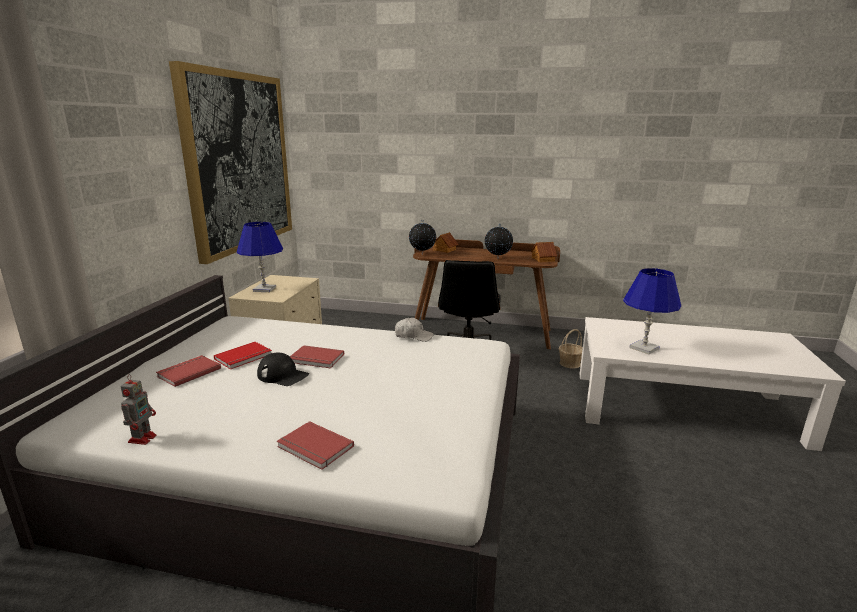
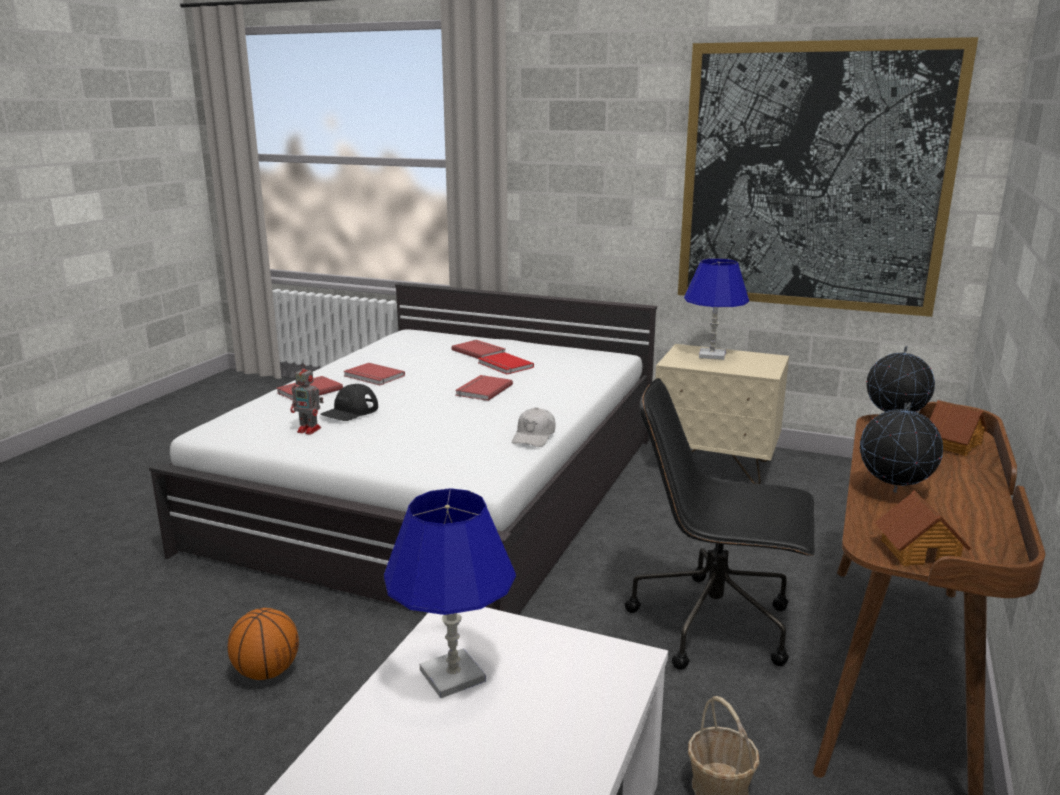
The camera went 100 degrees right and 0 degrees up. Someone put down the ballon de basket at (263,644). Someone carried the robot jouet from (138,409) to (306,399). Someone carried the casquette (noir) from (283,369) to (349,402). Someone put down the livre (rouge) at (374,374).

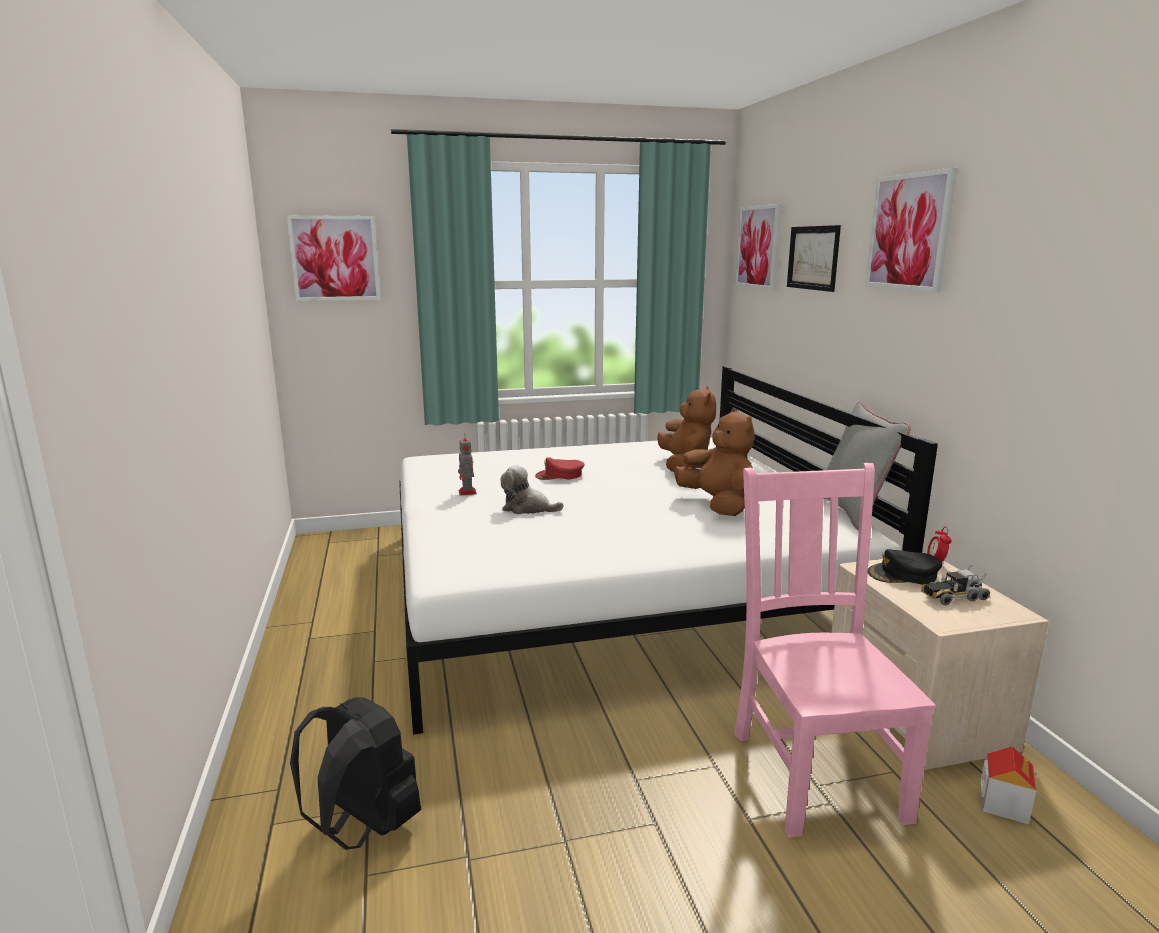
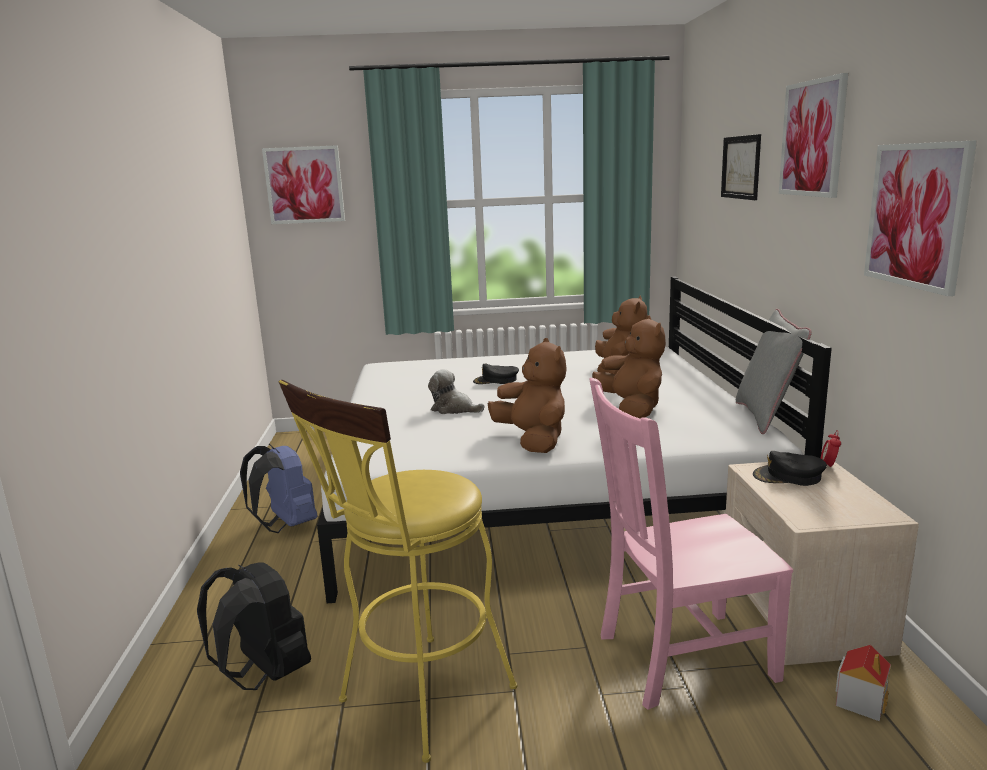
The camera went 10 degrees right and 0 degrees up. Someone put down the sac à dos (bleu) at (279,488). Someone put down the tabouret (jaune) at (398,571). Someone repainted the casquette (rouge) at (559,468), which became the casquette (noir) at (496,374). Someone put down the peluche (marron) at (527,395). Someone rotated the chaise (rose) at (834,650) by 105 degrees counterclockwise. Someone carried the tableau from (758,247) to (920,218). Someone took away the robot jouet at (467,467). Someone took away the camion jouet at (955,585).

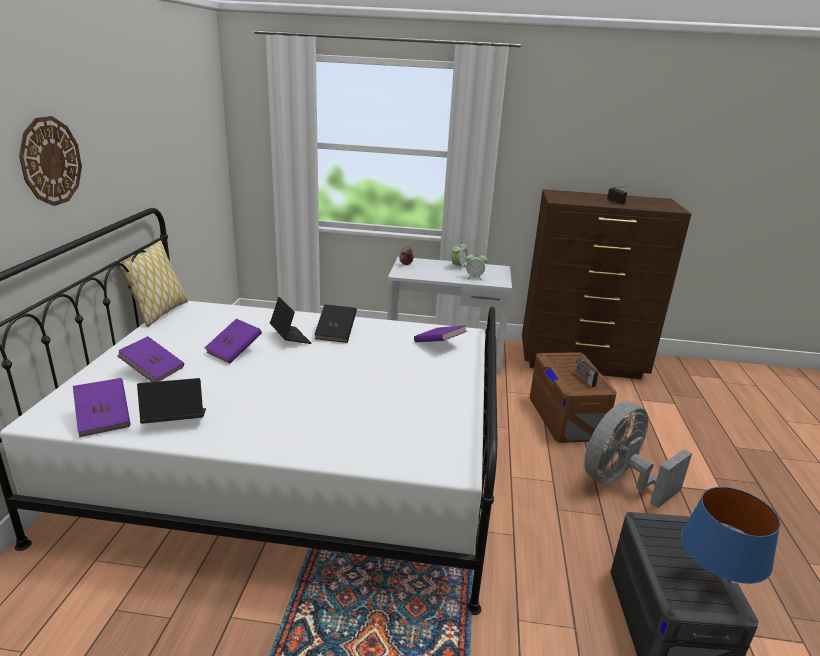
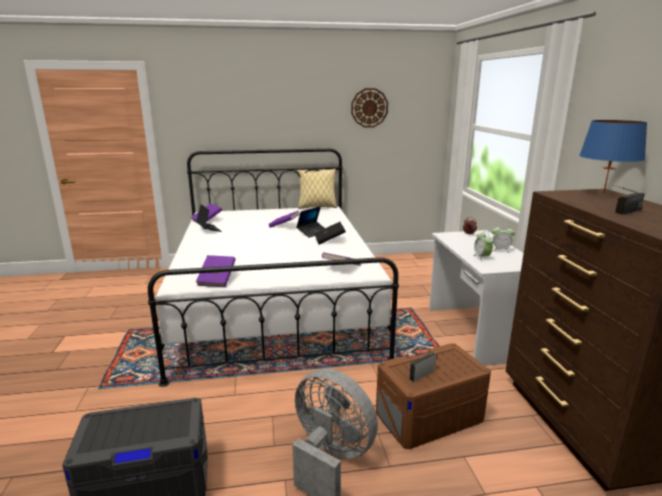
The camera went 75 degrees right and 5 degrees down. Someone carried the livre (violet) from (150,359) to (216,271). Someone carried the horloge murale from (50,161) to (369,108). Someone carried the lampe de table (bleu) from (730,538) to (613,157).

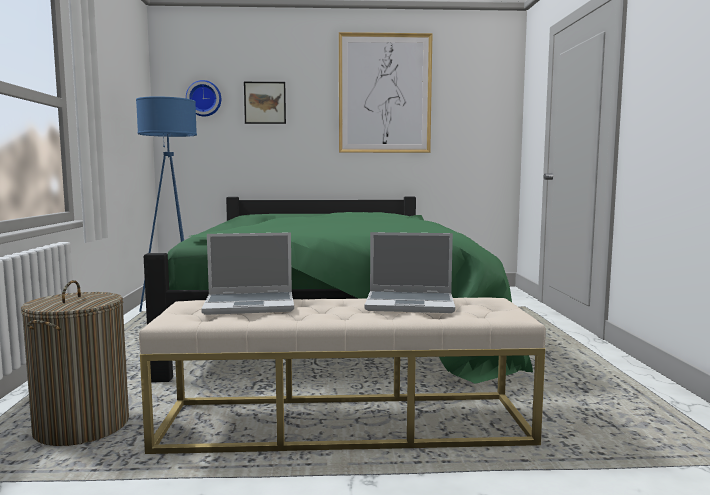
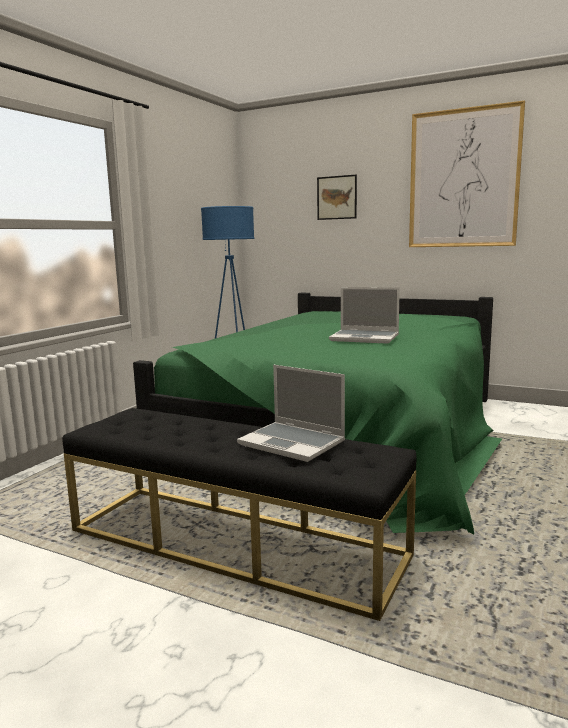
The camera went 30 degrees right and 5 degrees up. Someone repainted the banc (beige) at (342,375), which became the banc (noir) at (239,514). Someone carried the ordinateur portable from (247,273) to (364,315). Someone took away the panier à linge at (75,363). Someone took away the horloge murale at (203,98).

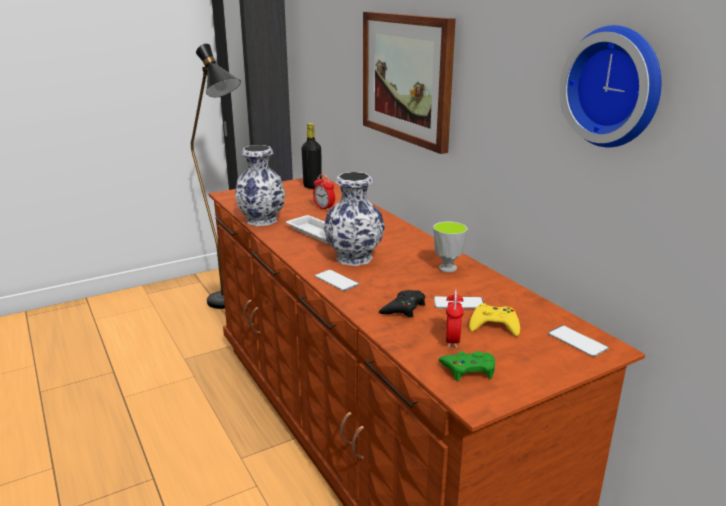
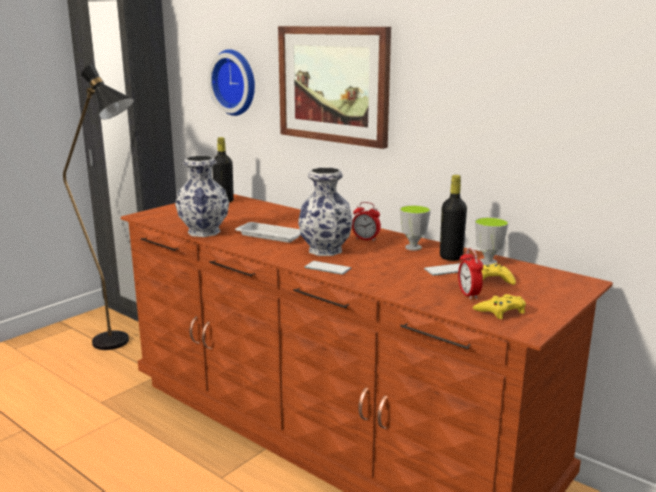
The camera went 20 degrees left and 5 degrees down. Someone carried the horloge murale from (610,86) to (231,82). Someone carried the réveil from (324,192) to (366,222). Someone put down the bouteille (noir) at (453,218). Someone repainted the manette (vert) at (467,366), which became the manette (jaune) at (499,306). Someone put down the tasse at (492,241). Someone took away the manette (noir) at (402,303). Someone took away the téléphone at (578,341).

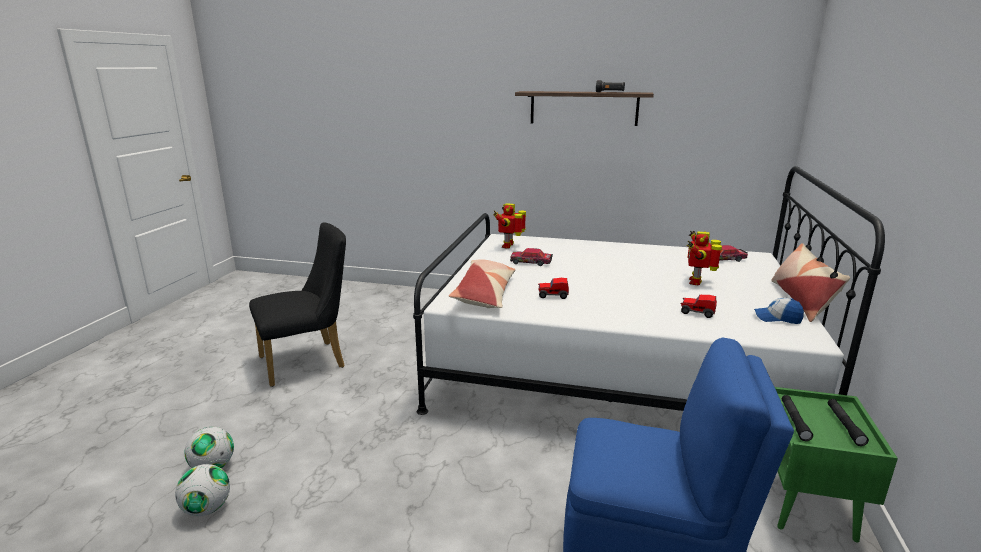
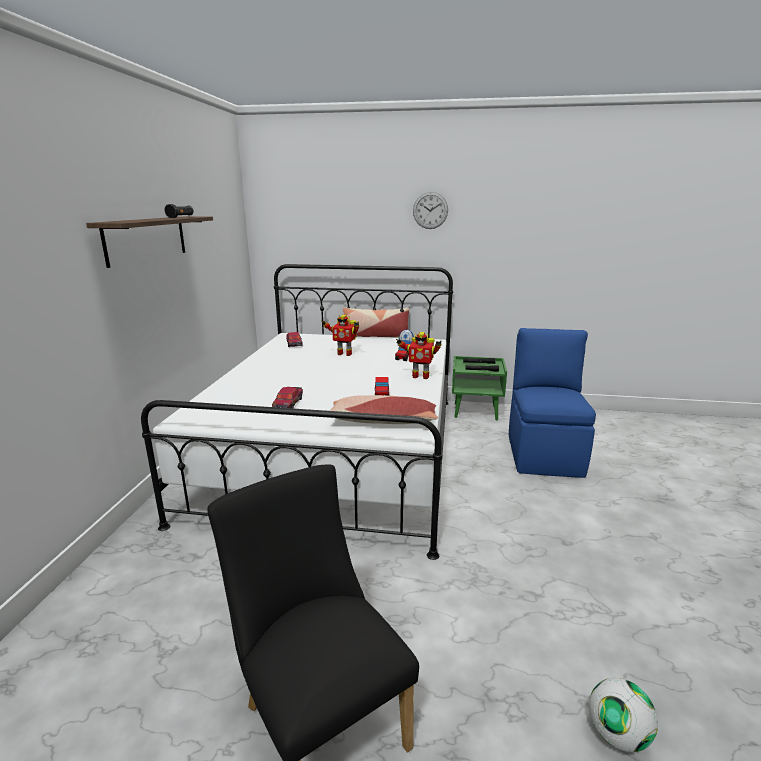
The camera went 95 degrees left and 0 degrees up. Someone carried the robot jouet from (509,226) to (419,355). Someone put up the horloge murale at (430,210). Someone took away the ballon de foot at (202,490).

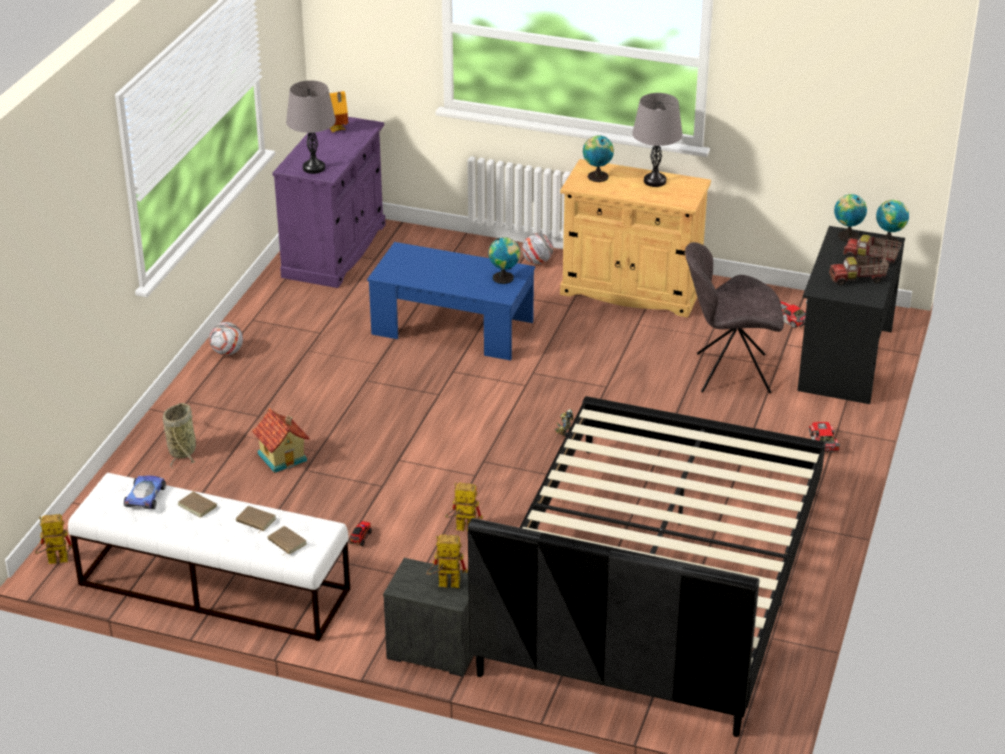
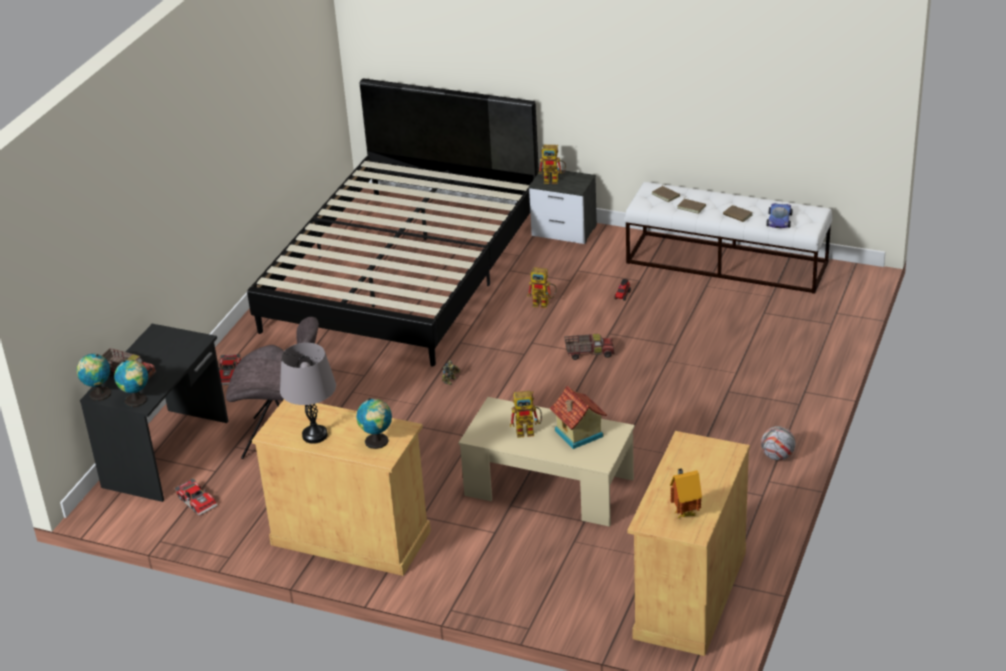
The camera went 175 degrees left and 0 degrees up. Someone repainted the table basse (bleu) at (451,301), which became the table basse (beige) at (547,462). Someone carried the robot jouet from (53,539) to (526,414). Someone carried the maison miniature from (281,440) to (578,417). Someone carried the camion jouet from (859,271) to (589,347). Someone repainted the meuble de rangement (violet) at (329,202), which became the meuble de rangement (beige) at (688,543). Someone took away the panier at (179,436). Someone took away the lampe de table (gris) at (311,127). Someone took away the globe at (504,260). Someone took away the ballon de foot at (537,248).

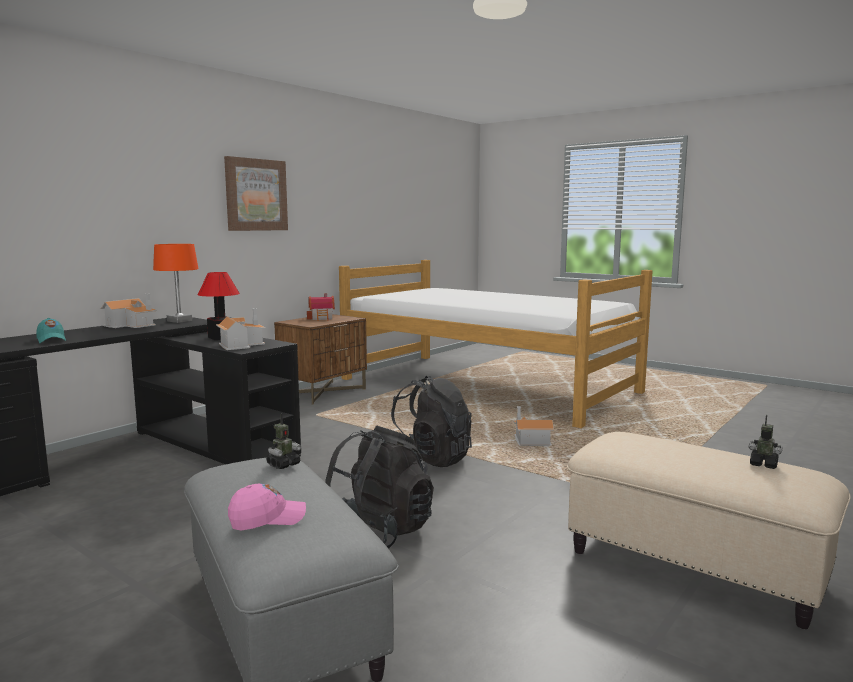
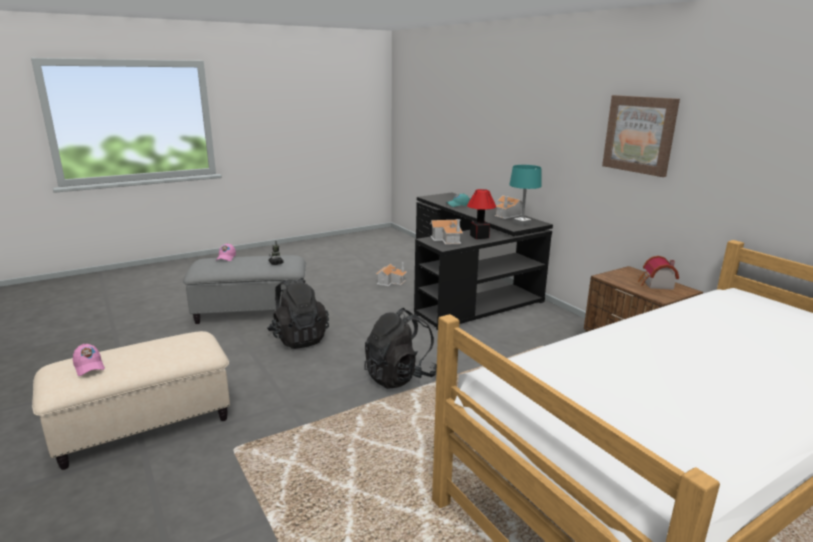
The camera went 110 degrees right and 10 degrees up. Someone swapped the robot jouet at (766,442) for the casquette (rose) at (89,360). Someone carried the maison miniature from (533,426) to (391,274). Someone repainted the lampe de table (orange) at (175,283), which became the lampe de table (turquoise) at (525,195).

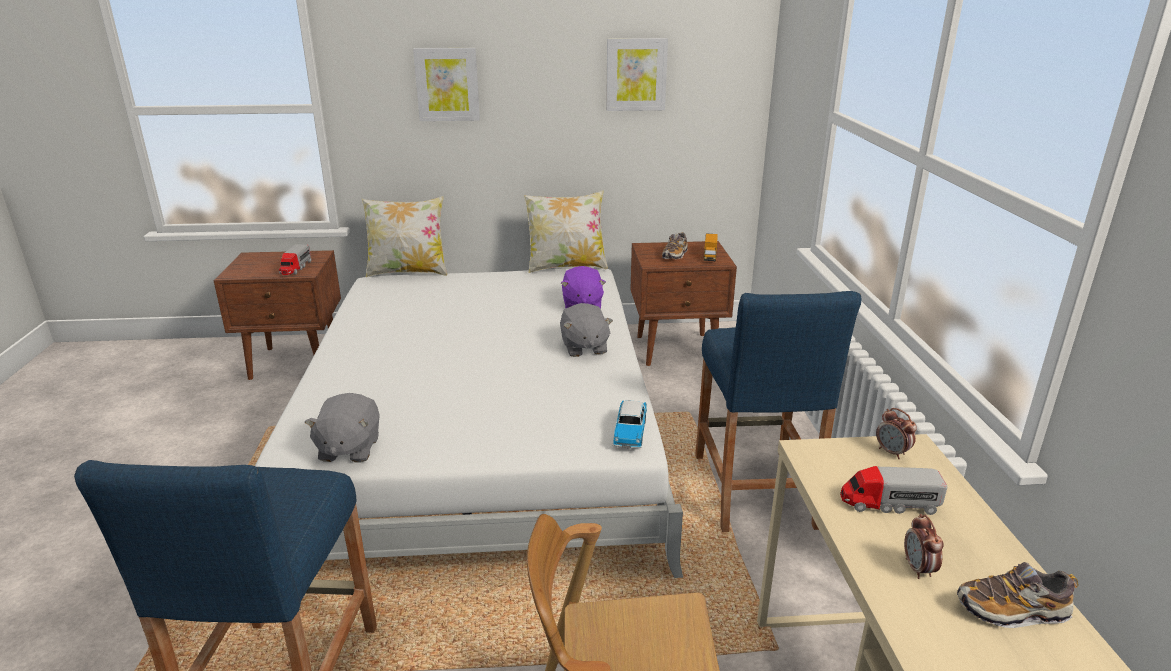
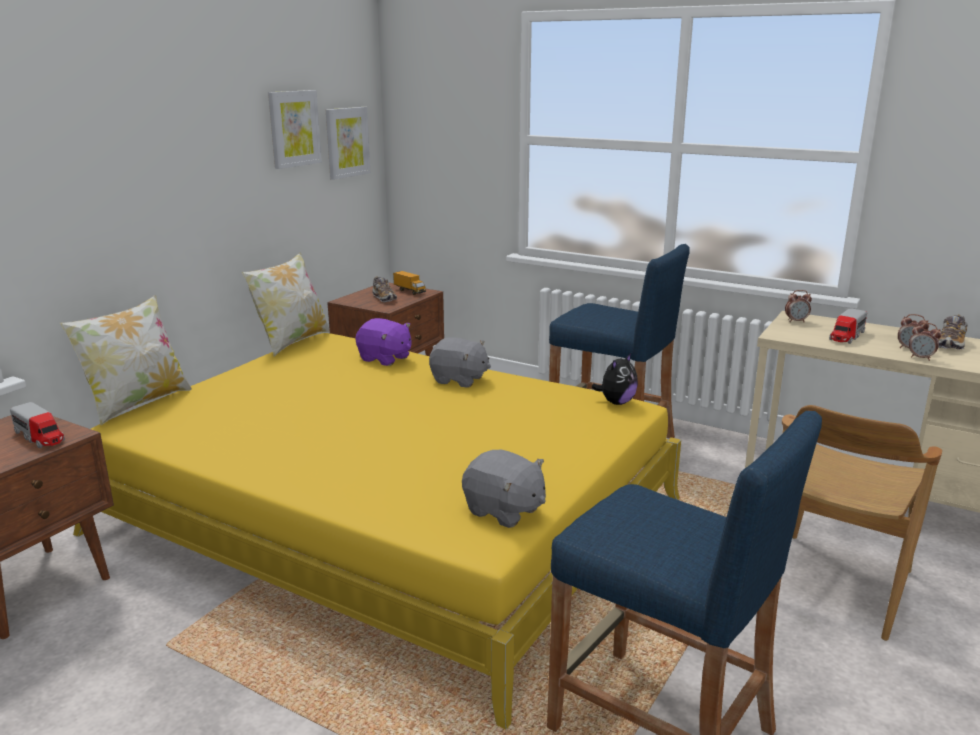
The camera went 55 degrees left and 5 degrees down. Someone repainted the lit (blanc) at (469,423), which became the lit (jaune) at (377,531). Someone carried the tableau from (446,84) to (348,143). Someone swapped the petite voiture at (630,424) for the peluche at (615,379). Someone put down the réveil at (925,341).

